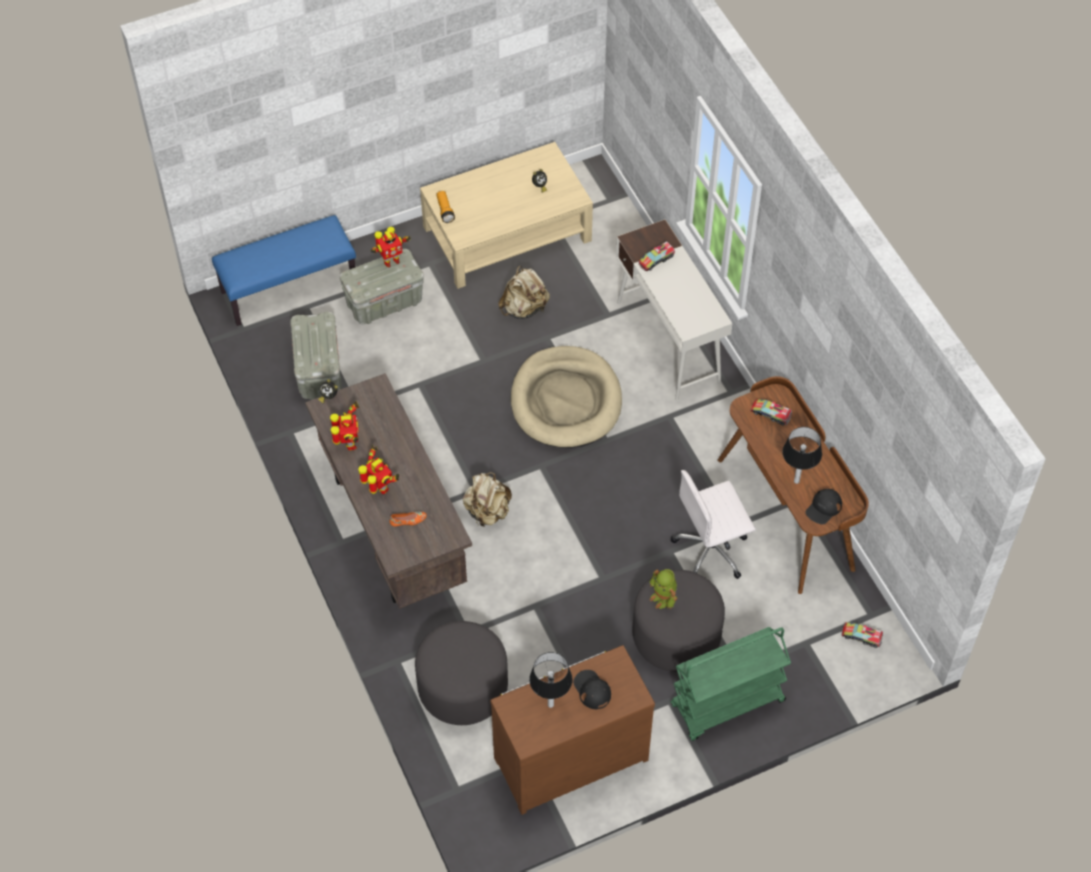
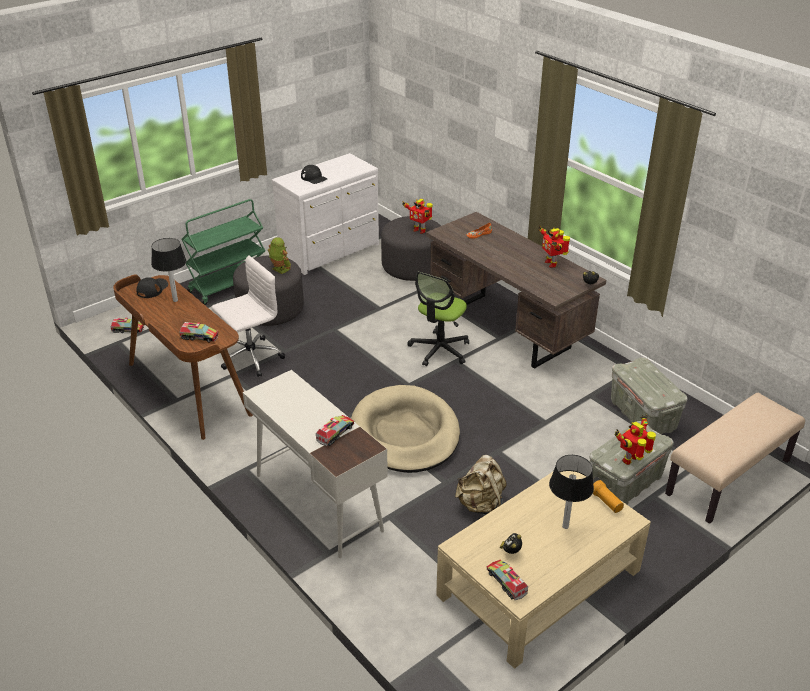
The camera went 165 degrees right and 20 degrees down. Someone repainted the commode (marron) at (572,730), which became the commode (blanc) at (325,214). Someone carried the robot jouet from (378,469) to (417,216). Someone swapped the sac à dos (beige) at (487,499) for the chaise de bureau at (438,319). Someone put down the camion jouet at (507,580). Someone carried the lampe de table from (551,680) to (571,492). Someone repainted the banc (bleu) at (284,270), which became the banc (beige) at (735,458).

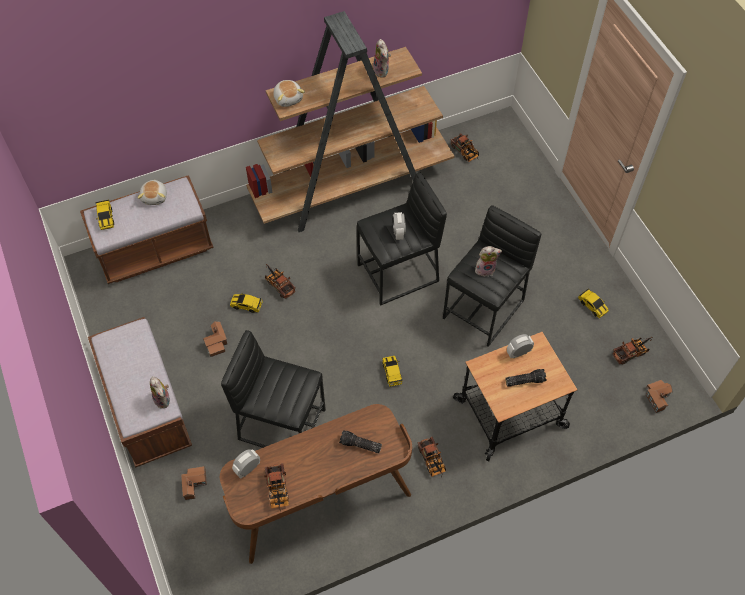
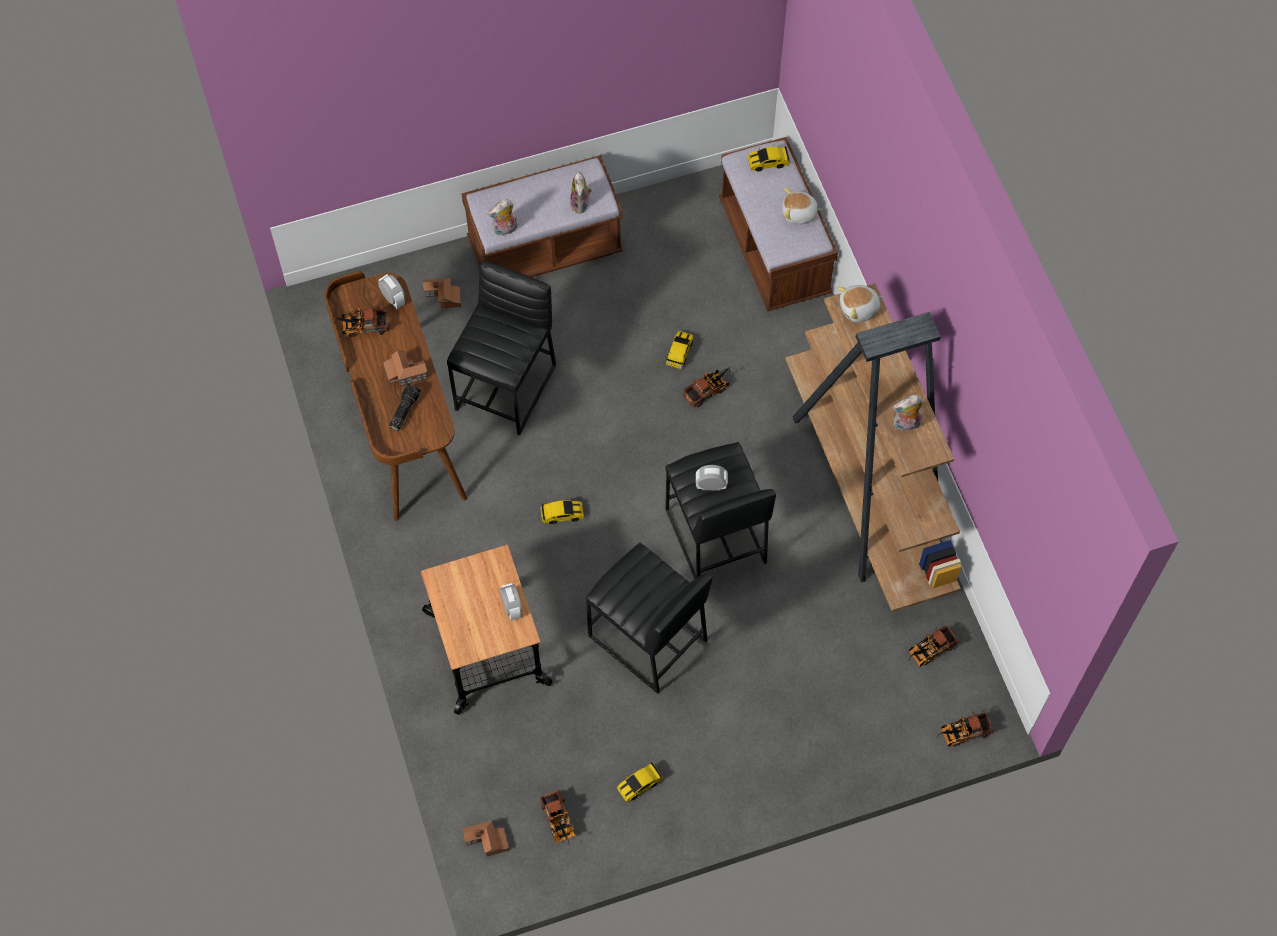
The camera went 95 degrees right and 5 degrees up. Someone carried the maison miniature from (215,339) to (405,368). Someone carried the peluche from (488,261) to (581,192). Someone carried the camion jouet from (432,457) to (965,729). Someone took away the lampe de poche at (526,378).

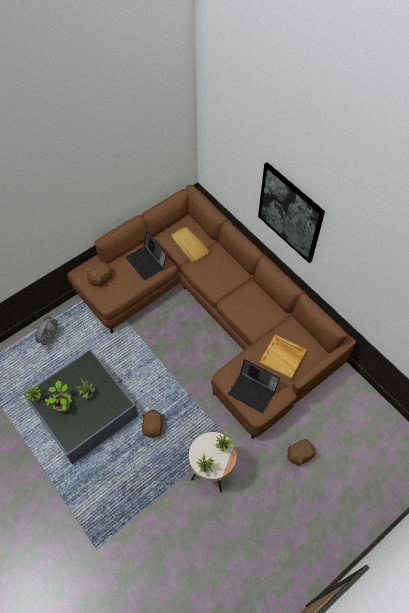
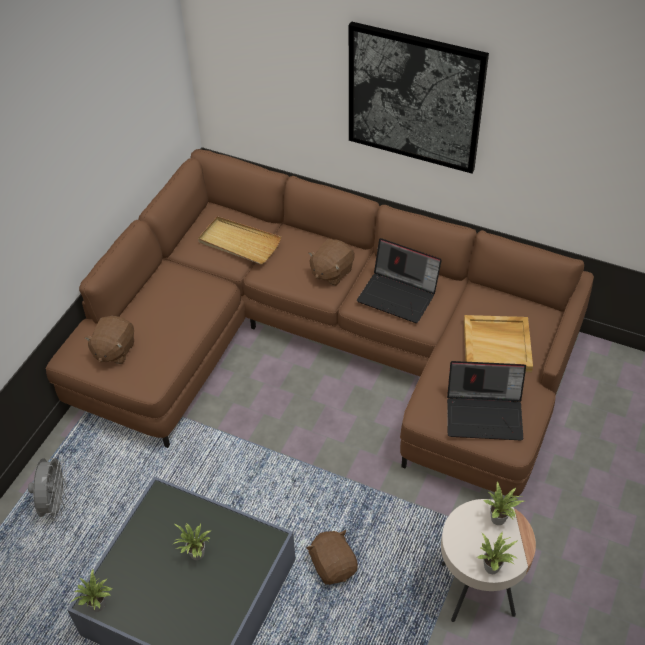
The camera went 25 degrees left and 10 degrees down. Someone carried the peluche (marron) from (301,452) to (331,262). Someone carried the ordinateur portable from (146,255) to (399,280). Someone took away the plante en pot at (58,396).

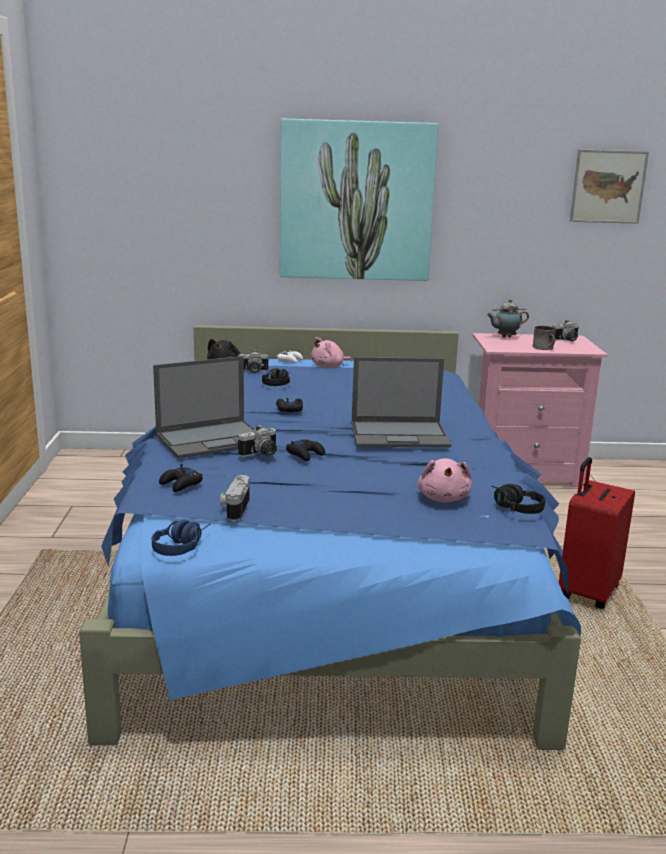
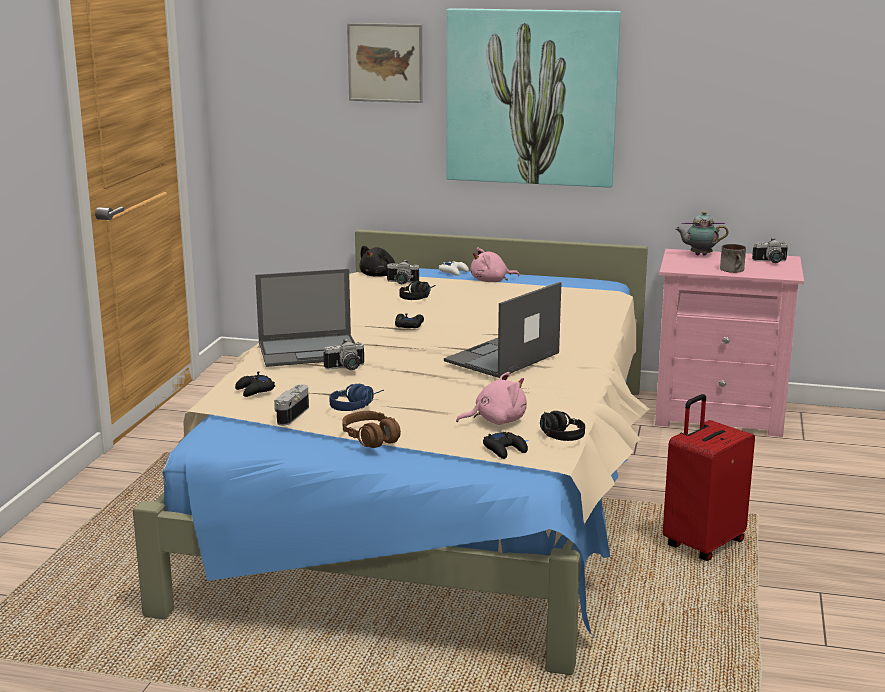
The camera went 15 degrees right and 0 degrees up. Someone repainted the lit (bleu) at (330,537), which became the lit (beige) at (391,452). Someone carried the casque audio (bleu) from (181,537) to (356,397). Someone put down the casque audio (marron) at (371,429). Someone carried the tableau from (609,186) to (385,63). Someone rotated the ordinateur portable at (401,402) by 120 degrees clockwise. Someone rotated the peluche (rose) at (444,480) by 120 degrees counterclockwise. Someone carried the manette (noir) from (305,450) to (505,445).

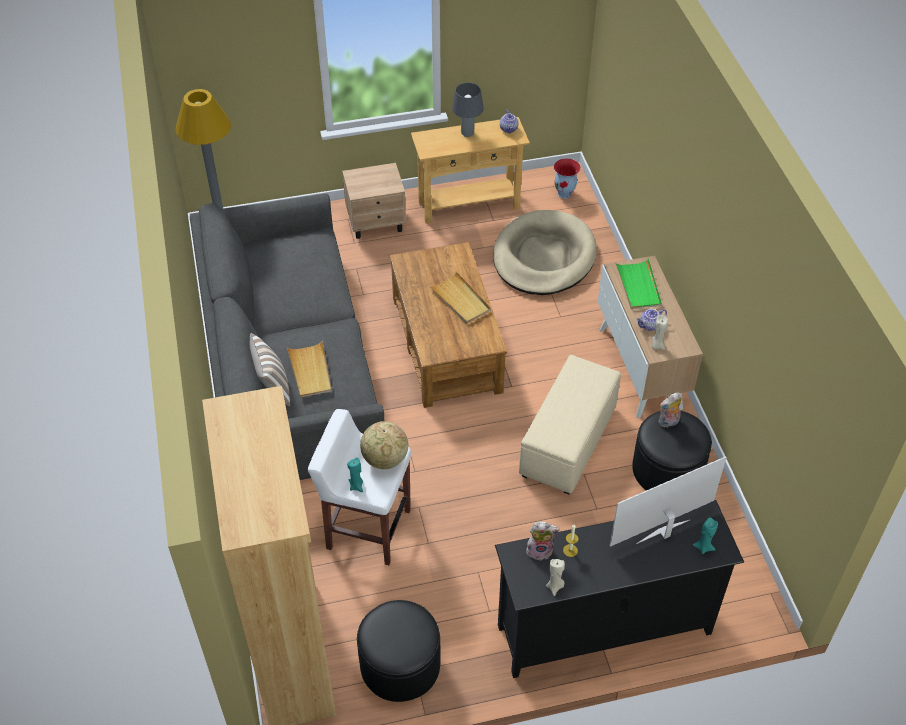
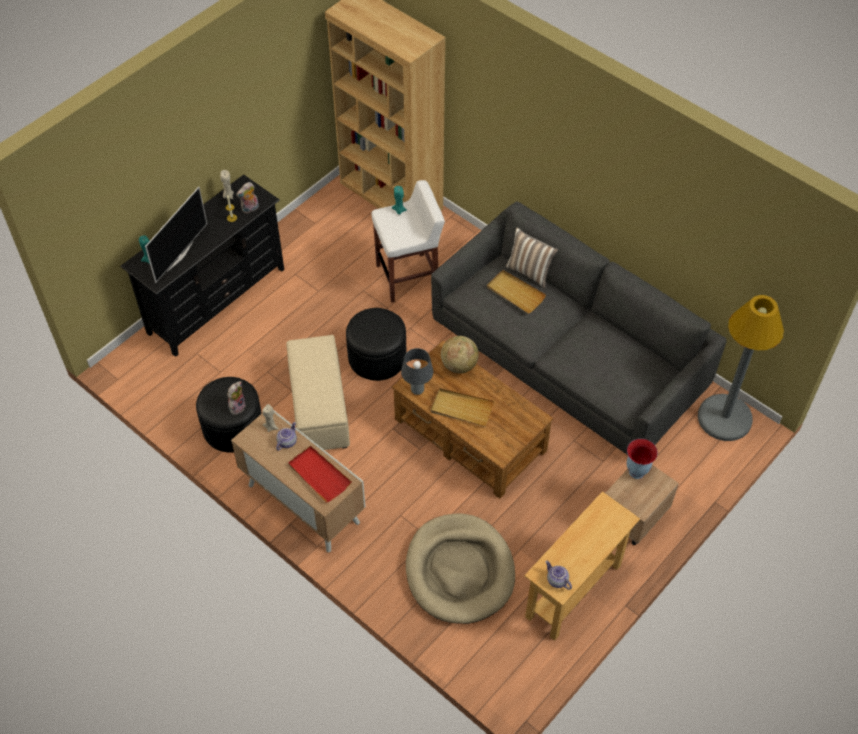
The camera went 145 degrees right and 5 degrees up. Someone repainted the plateau (vert) at (638,283), which became the plateau (rouge) at (320,474). Someone carried the pouf (noir) from (399,651) to (376,344). Someone carried the lampe de table (gris) from (468,109) to (417,371). Someone carried the globe from (384,445) to (460,355). Someone carried the vase from (567,178) to (642,459).

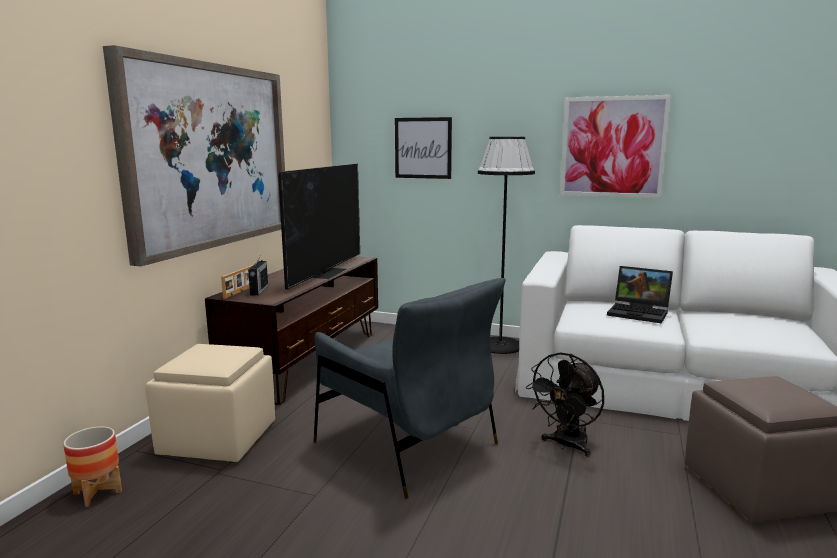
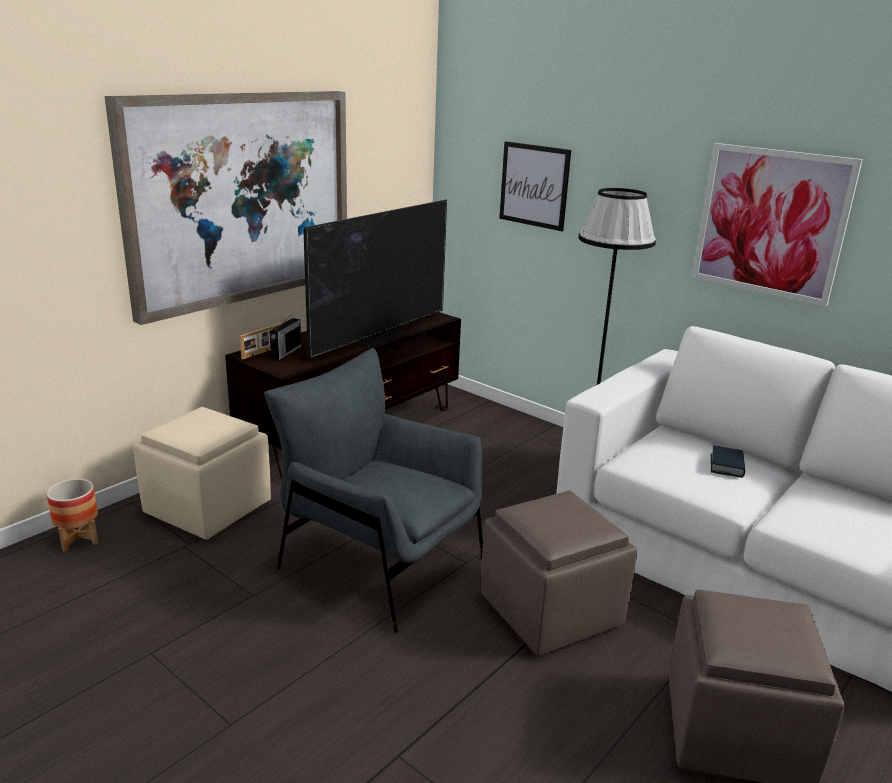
The camera went 20 degrees right and 10 degrees up. Someone rotated the fauteuil (gris) at (409,388) by 150 degrees clockwise. Someone swapped the ventilateur (noir) at (564,404) for the pouf (marron) at (559,573). Someone swapped the ordinateur portable at (640,294) for the livre at (728,461).

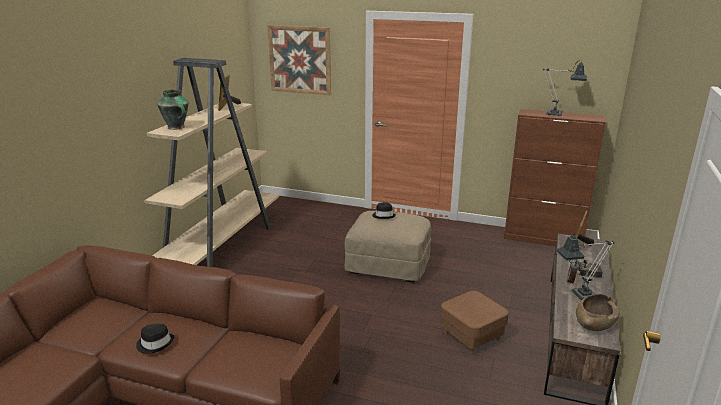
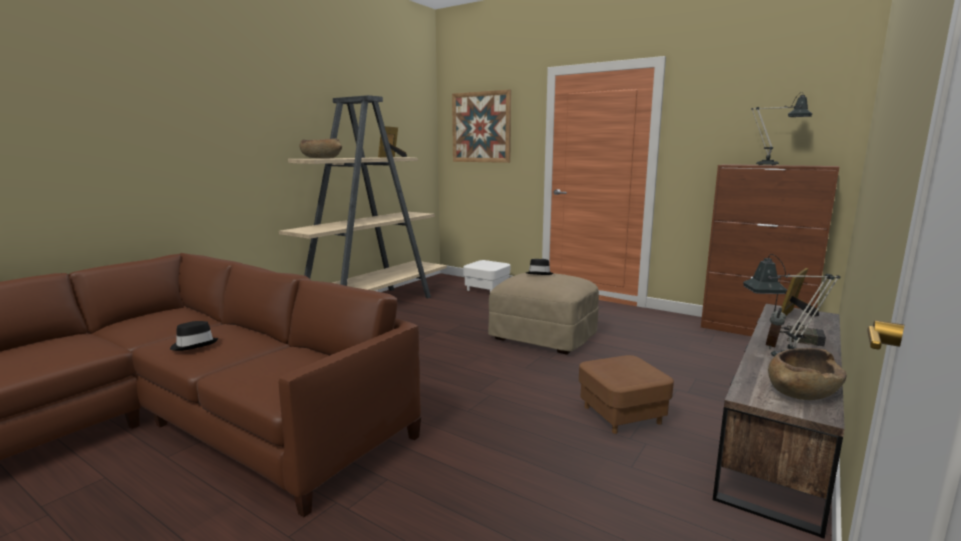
The camera went 15 degrees right and 10 degrees down. Someone swapped the vase at (172,109) for the bol (marron) at (321,149). Someone put down the pouf (blanc) at (486,276).

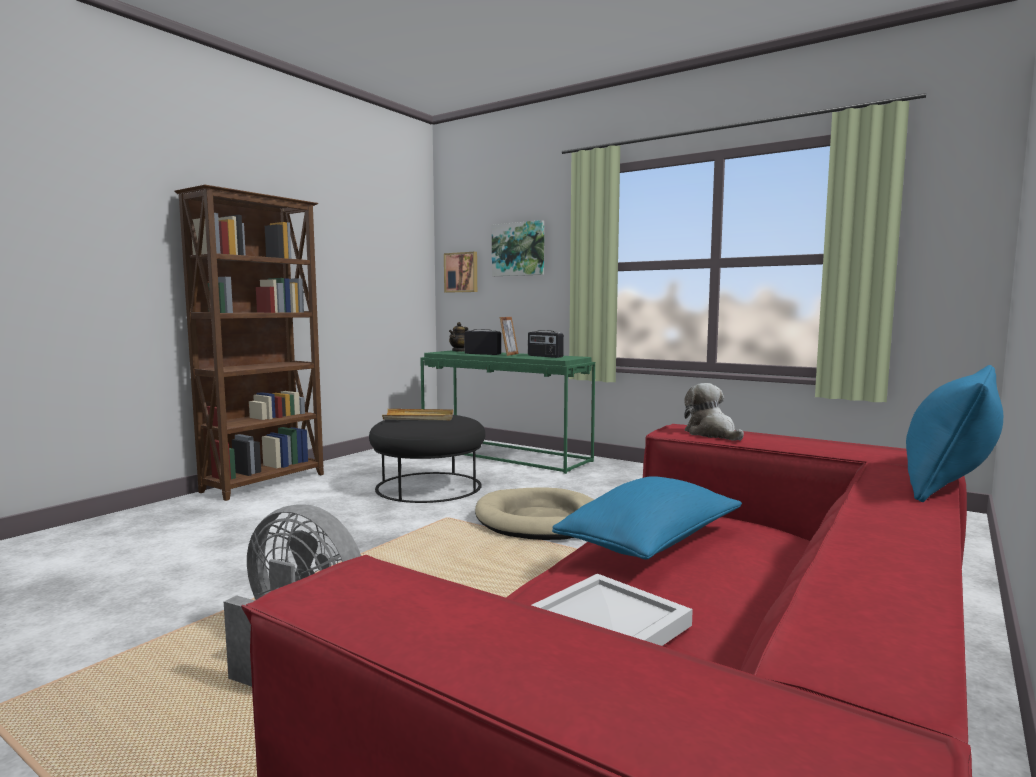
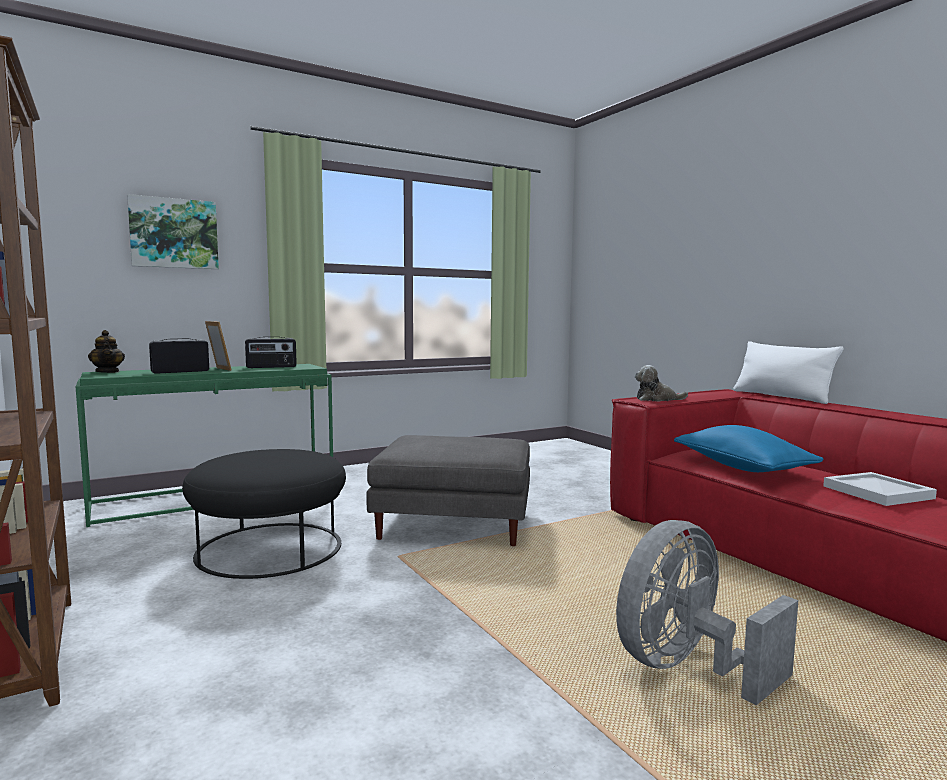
The camera went 65 degrees left and 0 degrees up. Someone swapped the panier pour chien (beige) at (534,513) for the pouf (gris) at (448,490). Someone repainted the coussin (bleu) at (954,433), which became the coussin (blanc) at (788,372). Someone took away the plateau (beige) at (417,415). Someone took away the tableau at (460,272).

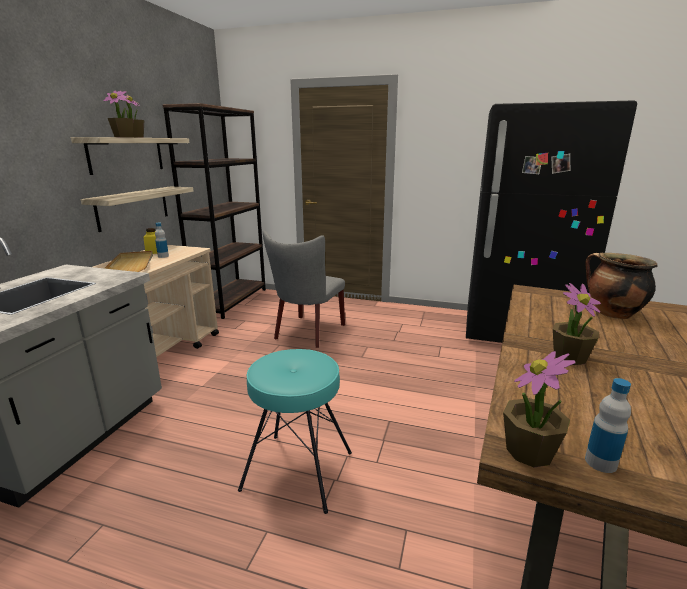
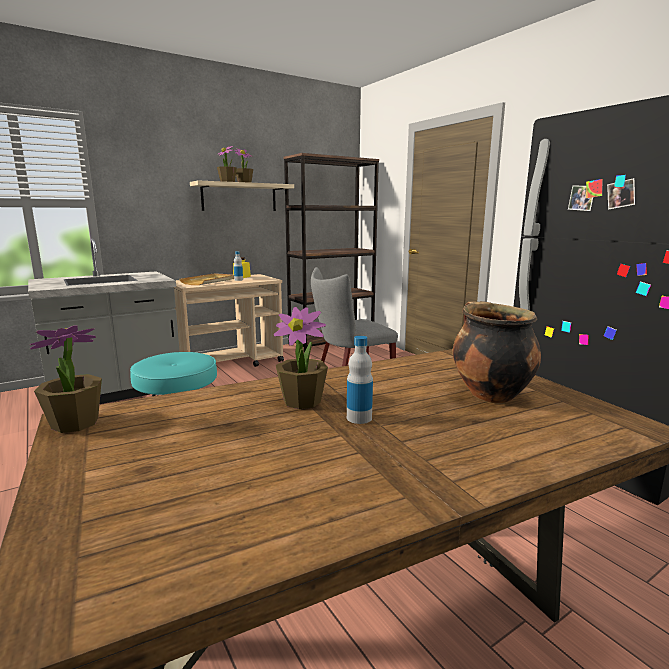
The camera went 40 degrees right and 5 degrees down. Someone carried the bouteille from (608,425) to (360,380). Someone took away the étagère at (137,209).

